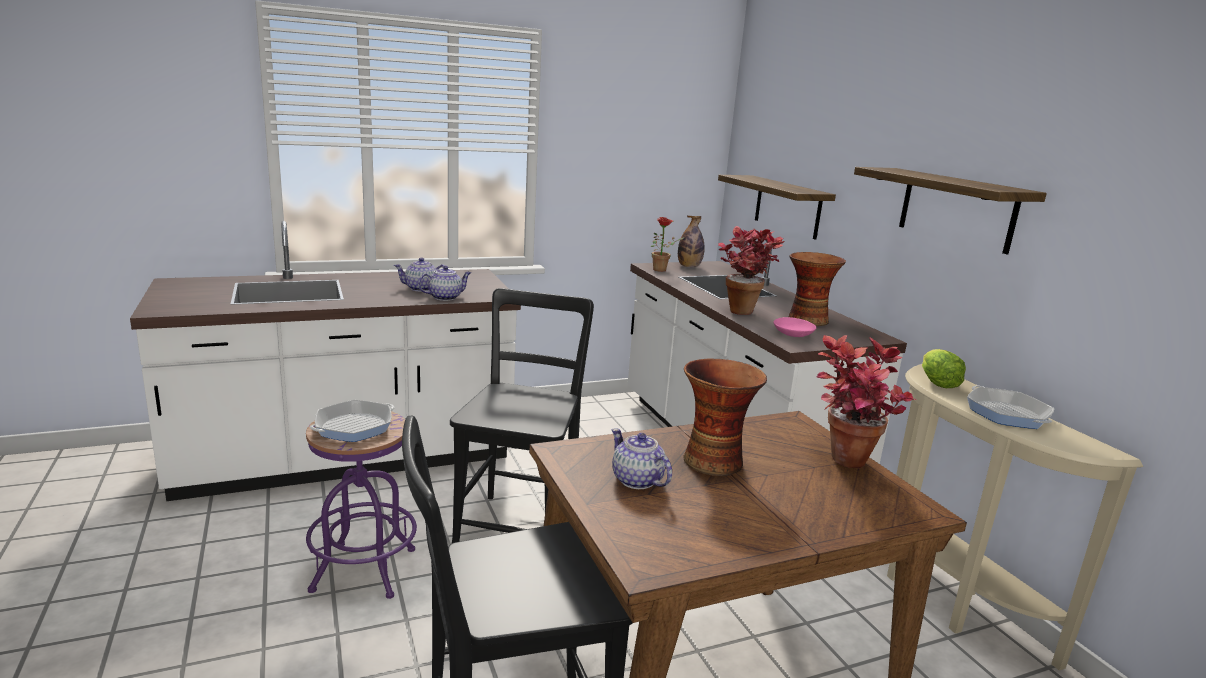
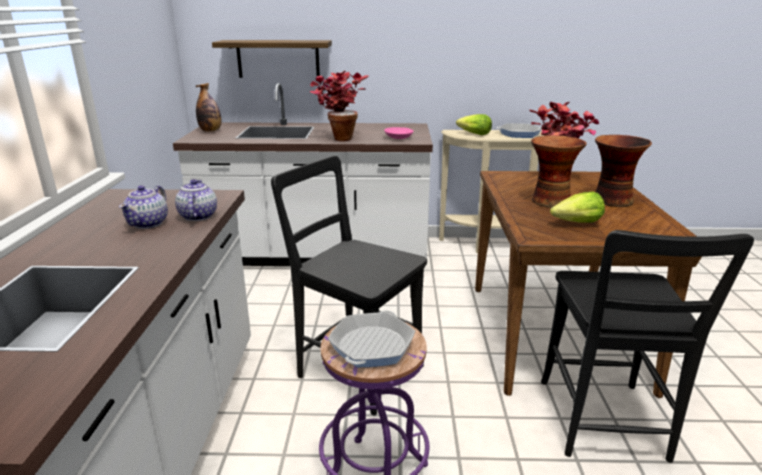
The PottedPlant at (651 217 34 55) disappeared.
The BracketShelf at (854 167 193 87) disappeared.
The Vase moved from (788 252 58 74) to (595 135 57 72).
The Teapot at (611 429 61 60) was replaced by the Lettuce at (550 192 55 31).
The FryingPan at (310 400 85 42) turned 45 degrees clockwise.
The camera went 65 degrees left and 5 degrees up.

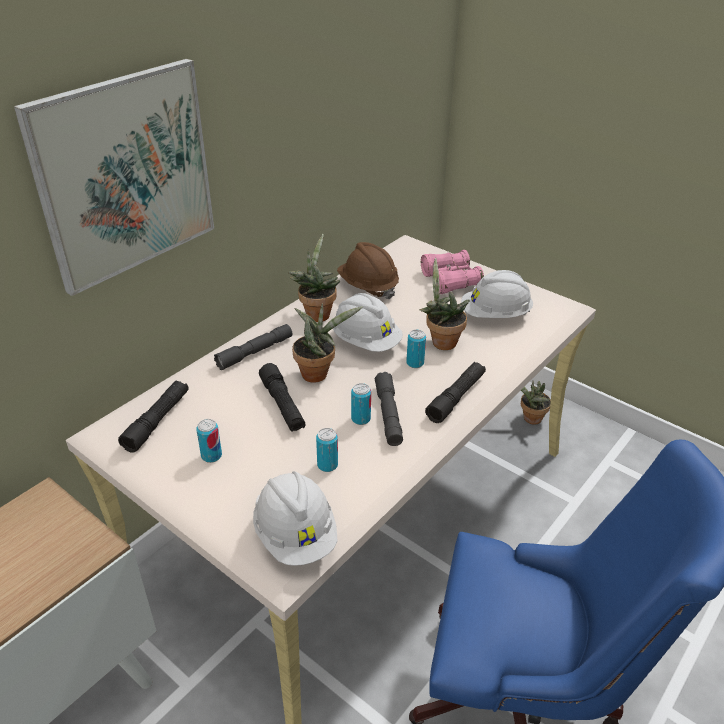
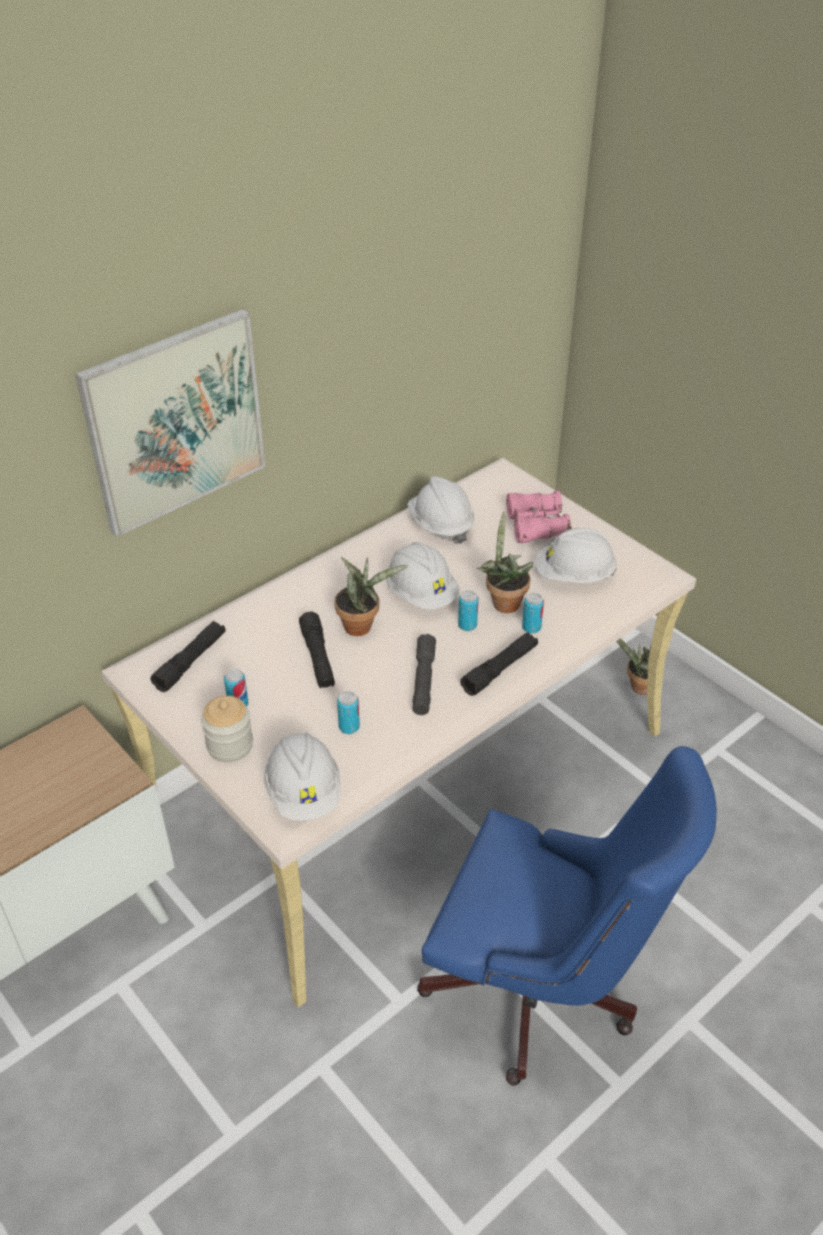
The GreyishTorch at (214 324 78 46) disappeared.
The PottedPlant at (288 234 52 88) disappeared.
The StorageJar at (201 695 52 67) appeared.
The SealedCan moved from (351 383 20 42) to (522 593 22 41).
The BrownColouredWorkHelmet at (337 242 62 57) became the WhiteColouredWorkHelmet at (407 476 67 68).
The camera went 10 degrees right and 5 degrees up.

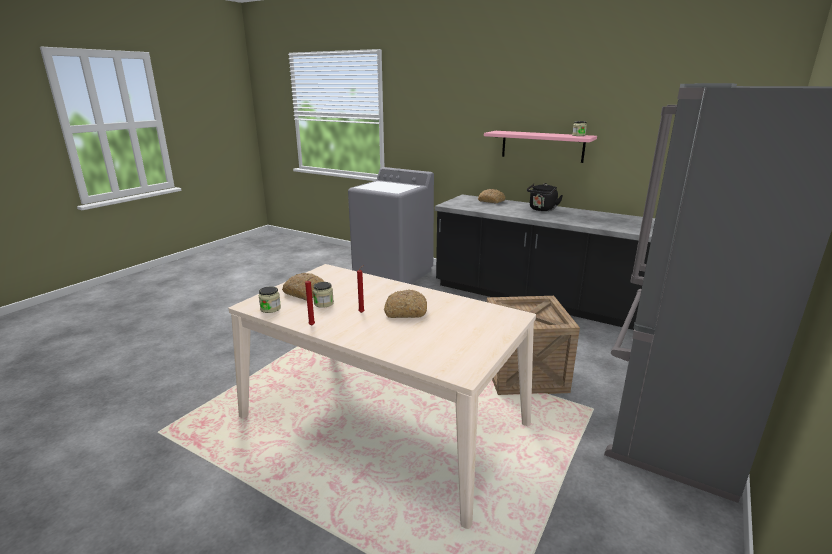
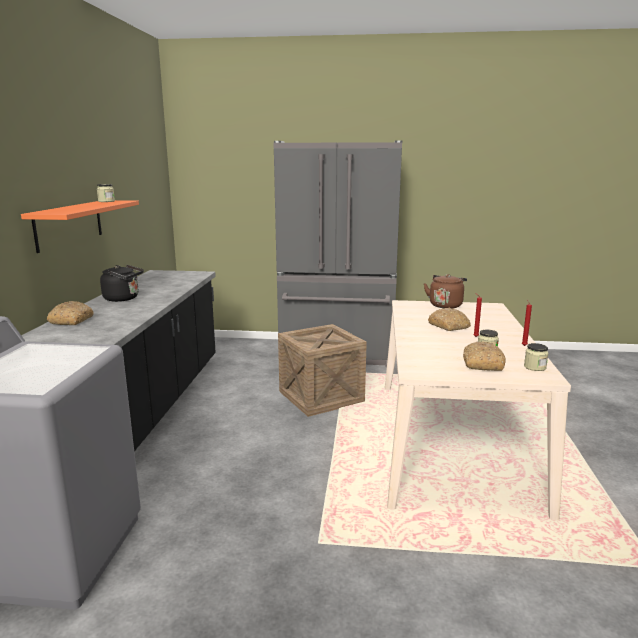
The BrownColouredKettle at (424 274 43 34) appeared.
The PinkColouredBracketShelf at (484 131 113 32) became the OrangeyBracketShelf at (21 200 118 53).
The camera went 115 degrees left and 5 degrees down.

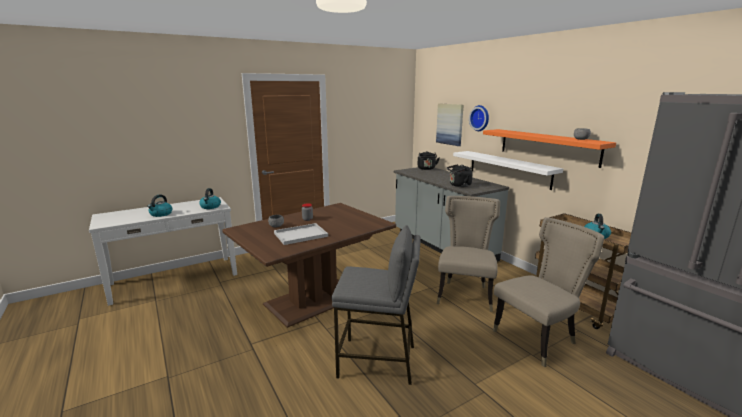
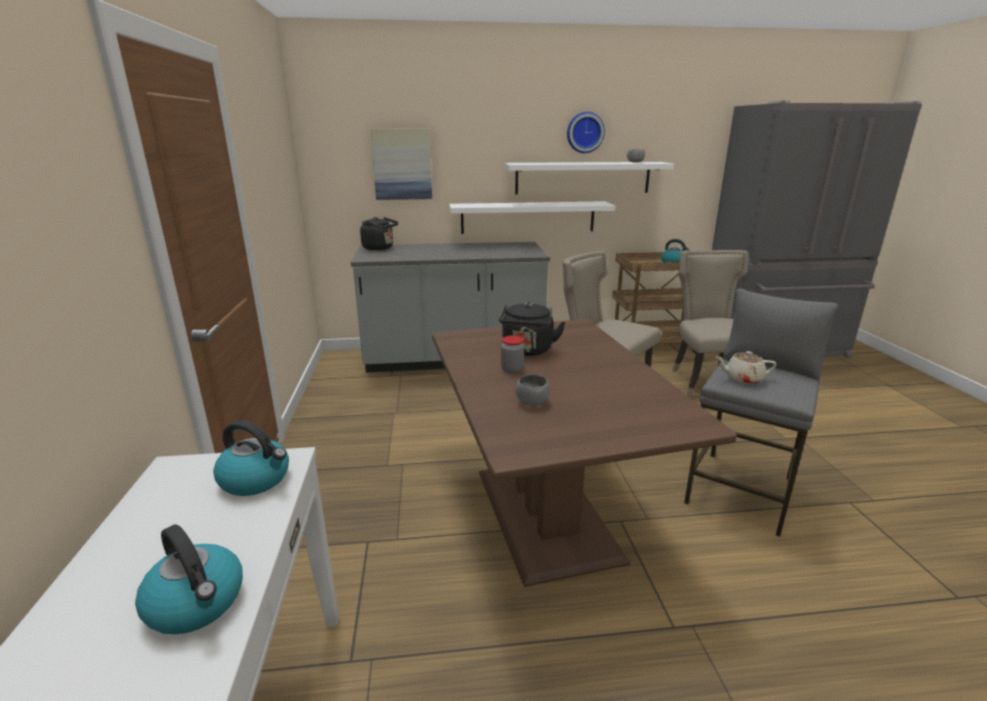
The WhiteColouredTray at (274 223 54 22) disappeared.
The BeigeTeapot at (716 351 60 33) appeared.
The BlackColouredKettle moved from (447 164 26 23) to (499 302 66 54).
The ClockOnTheWall moved from (469 105 20 26) to (567 112 38 41).
The OrangeyBracketShelf at (483 129 133 39) became the WhiteColouredBracketShelf at (504 162 170 32).
The camera went 65 degrees left and 5 degrees up.

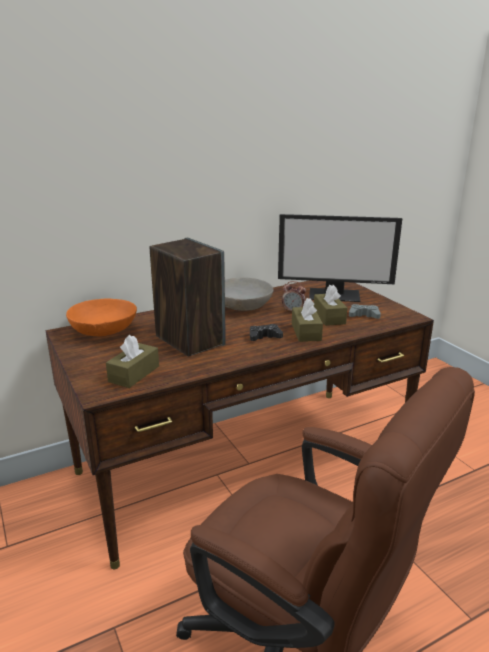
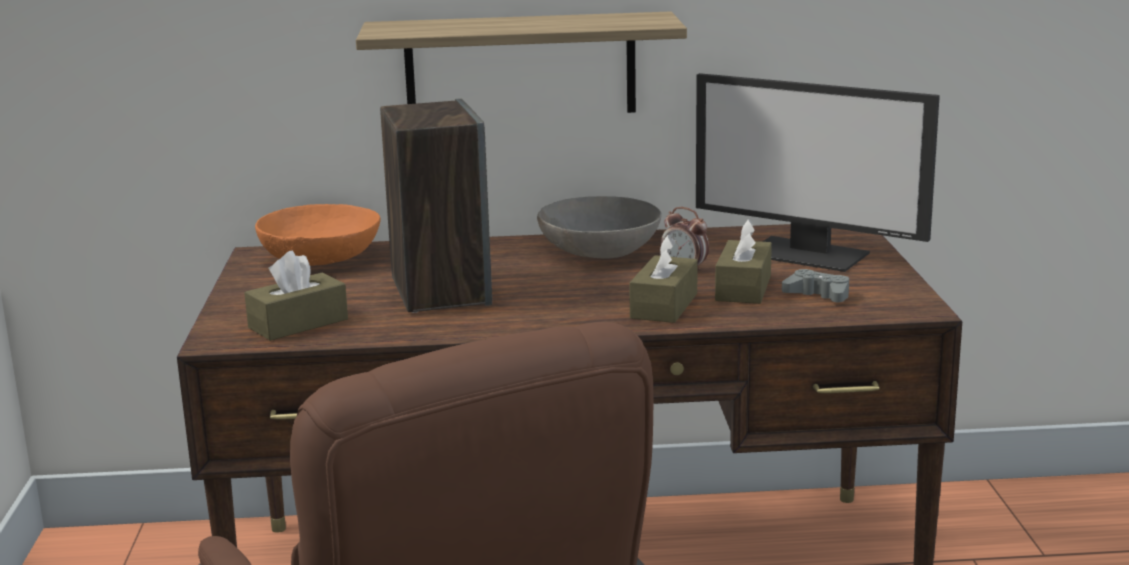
The BlackColouredJoypad at (250 324 33 17) disappeared.
The BracketShelf at (356 11 331 102) appeared.
The camera went 25 degrees right and 5 degrees down.

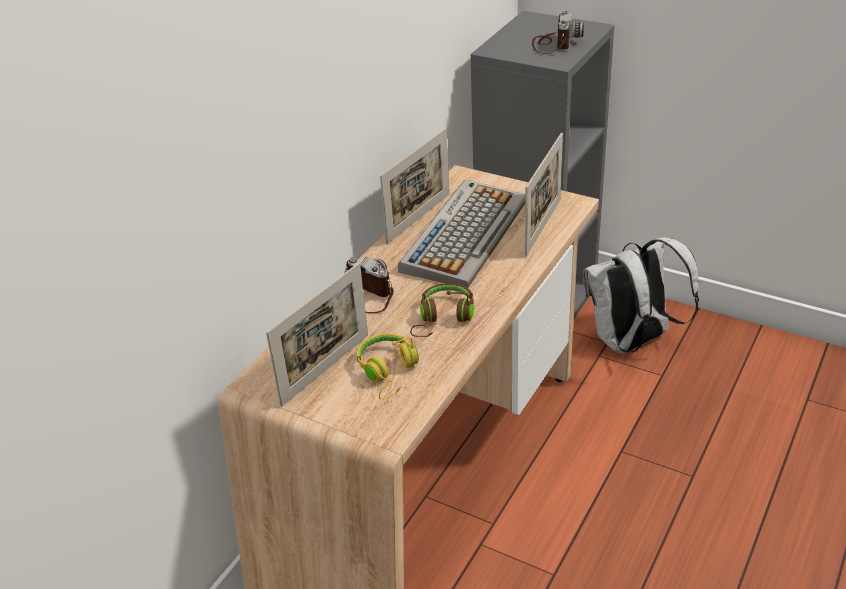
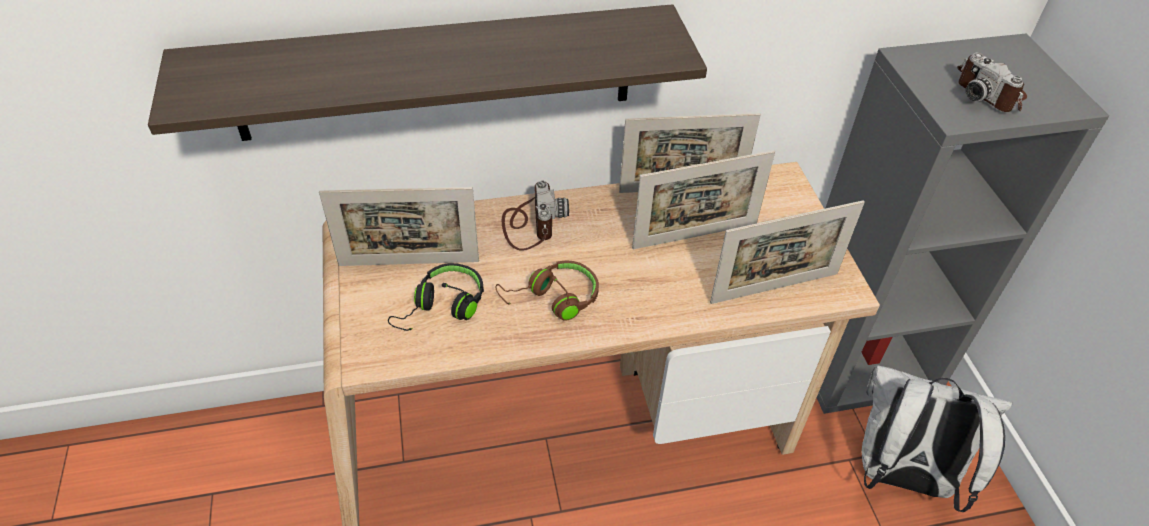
The BracketShelf at (148 4 559 137) appeared.
The ComputerKeyboard at (398 179 127 109) was replaced by the StandingFrame at (632 151 143 98).
The YellowishPairOfHeadphones at (357 333 62 66) became the BlackColouredPairOfHeadphones at (388 263 96 68).
The StillCamera at (532 11 52 43) turned 90 degrees clockwise.
The camera went 45 degrees right and 10 degrees up.

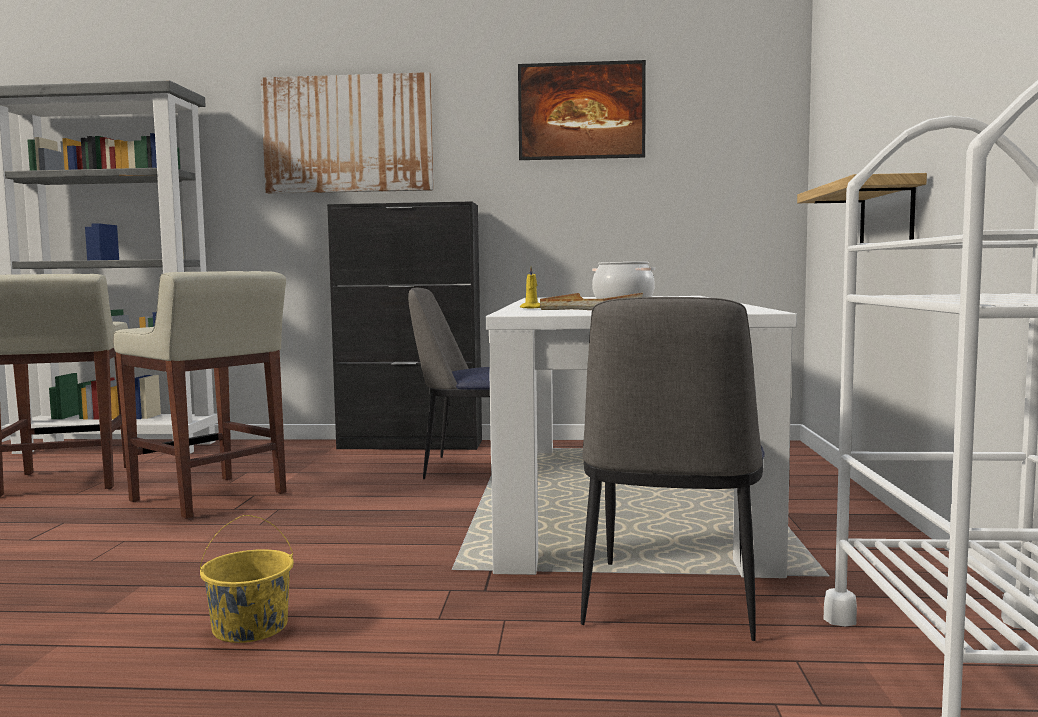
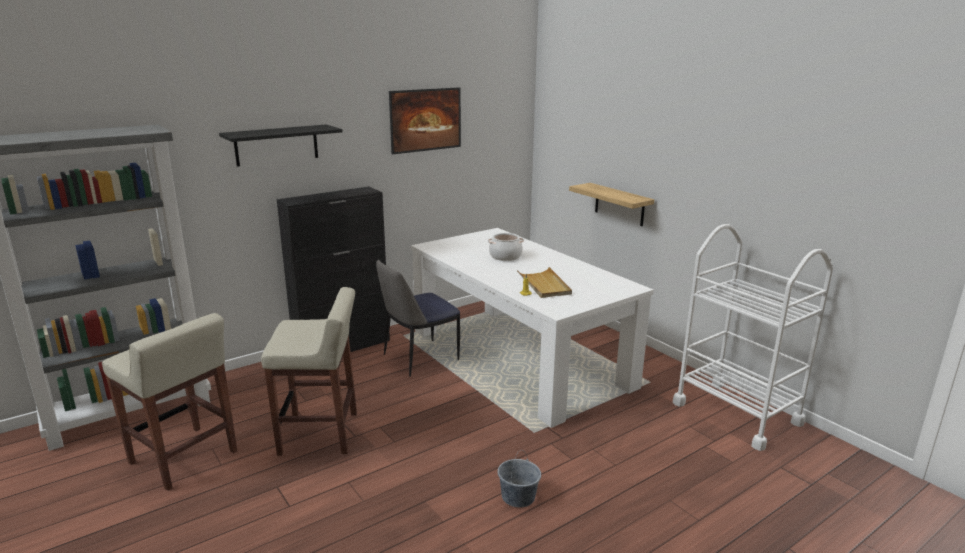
The UprightChair at (581 297 184 344) disappeared.
The WallArt at (260 72 173 122) was replaced by the BlackColouredBracketShelf at (219 124 124 43).
The YellowishWaterBucket at (200 515 94 128) became the GreyishWaterBucket at (497 450 44 58).
The camera went 40 degrees left and 15 degrees up.

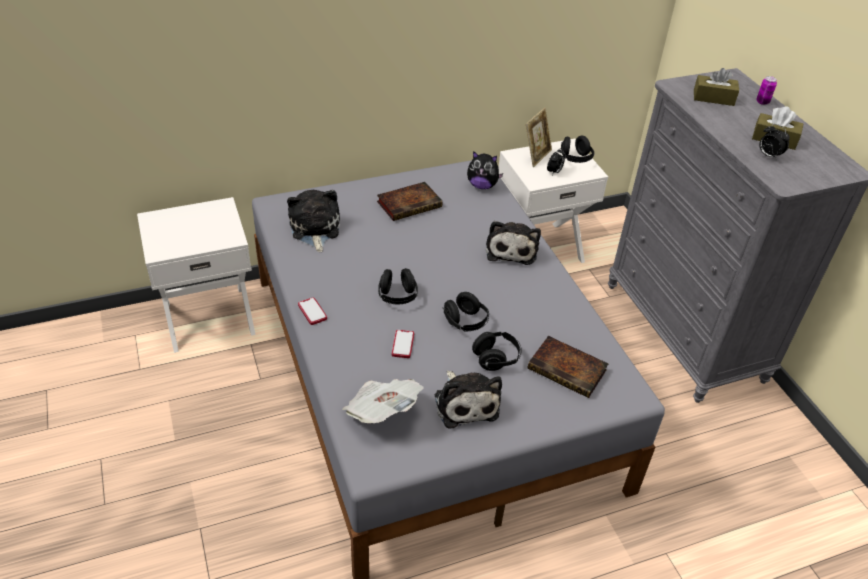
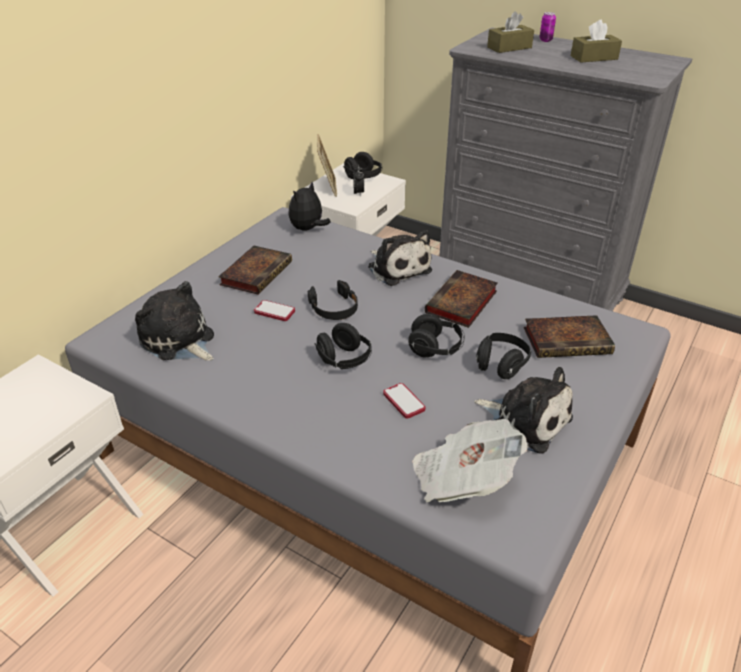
The TableClock at (759 124 31 37) disappeared.
The BlackColouredPairOfHeadphones at (308 280 50 40) appeared.
The Book at (425 270 73 58) appeared.
The Phone moved from (298 297 29 28) to (254 300 41 21).
The CuddlyToy at (467 151 36 38) turned 150 degrees clockwise.
The camera went 35 degrees left and 5 degrees down.

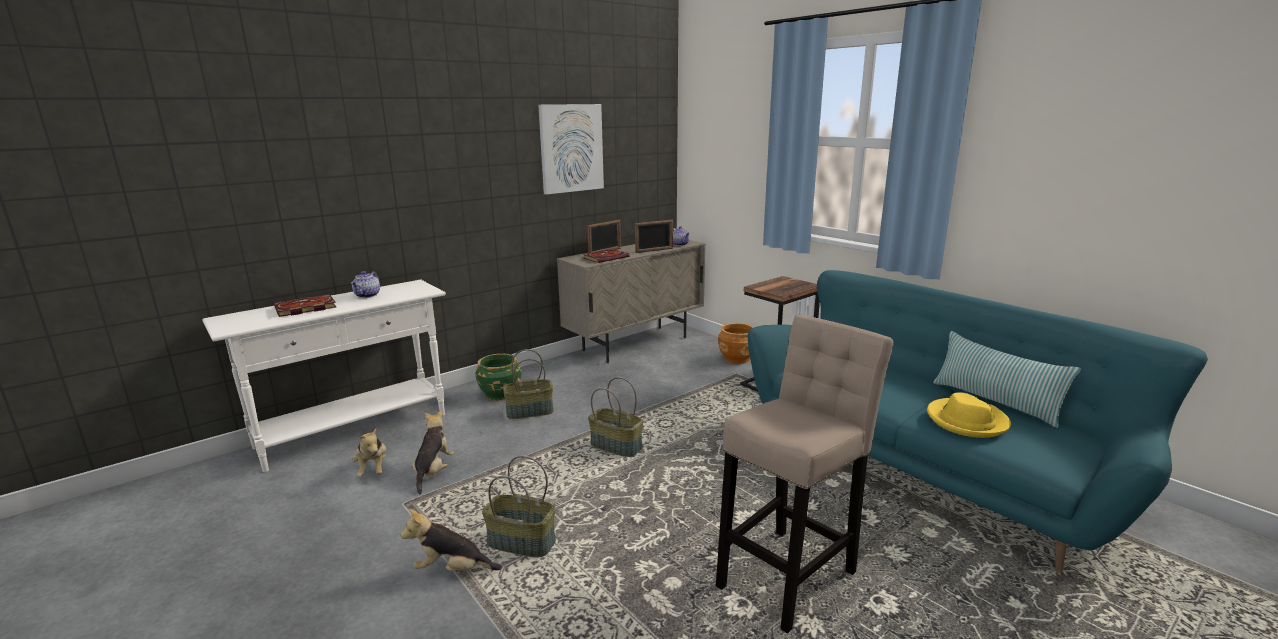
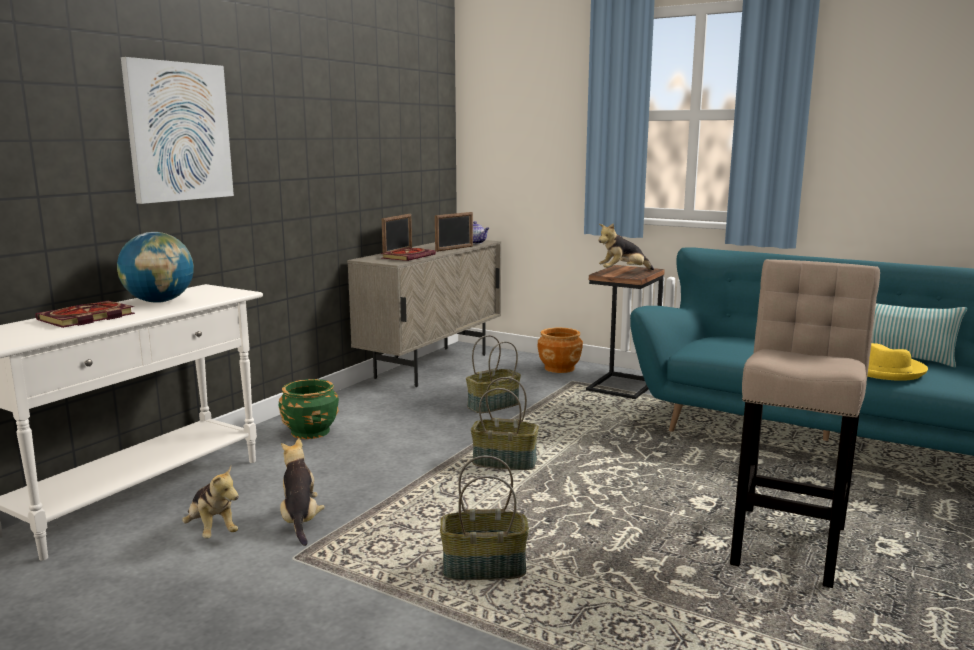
The CuddlyToy moved from (401 509 101 62) to (599 223 55 47).
The HouseholdBasket moved from (503 349 51 70) to (466 335 55 78).
The WallArt moved from (538 104 66 91) to (121 57 113 147).
The Teapot at (351 271 29 27) was replaced by the WorldGlobe at (117 232 77 71).
The camera went 20 degrees left and 5 degrees down.

